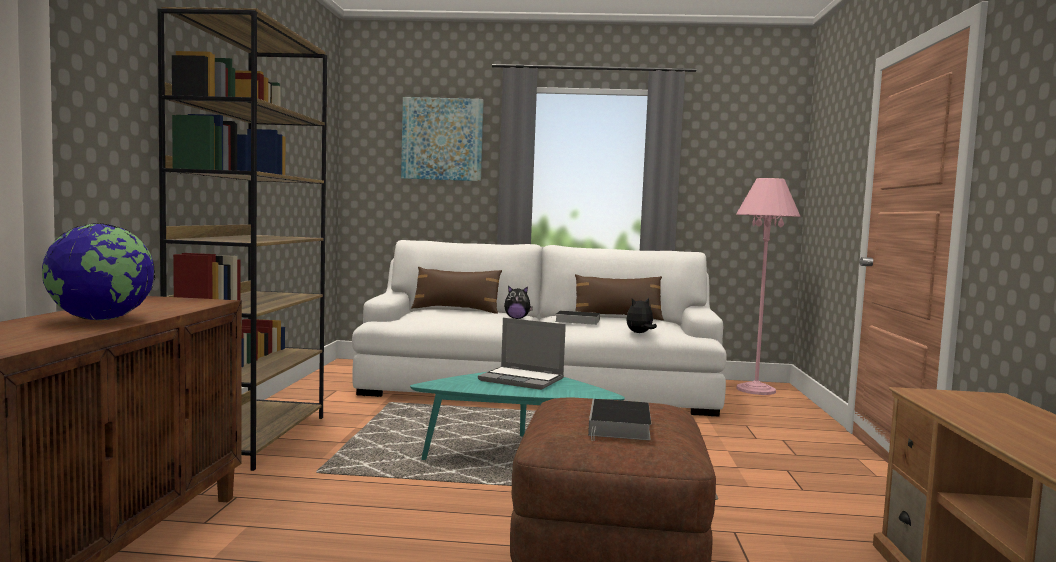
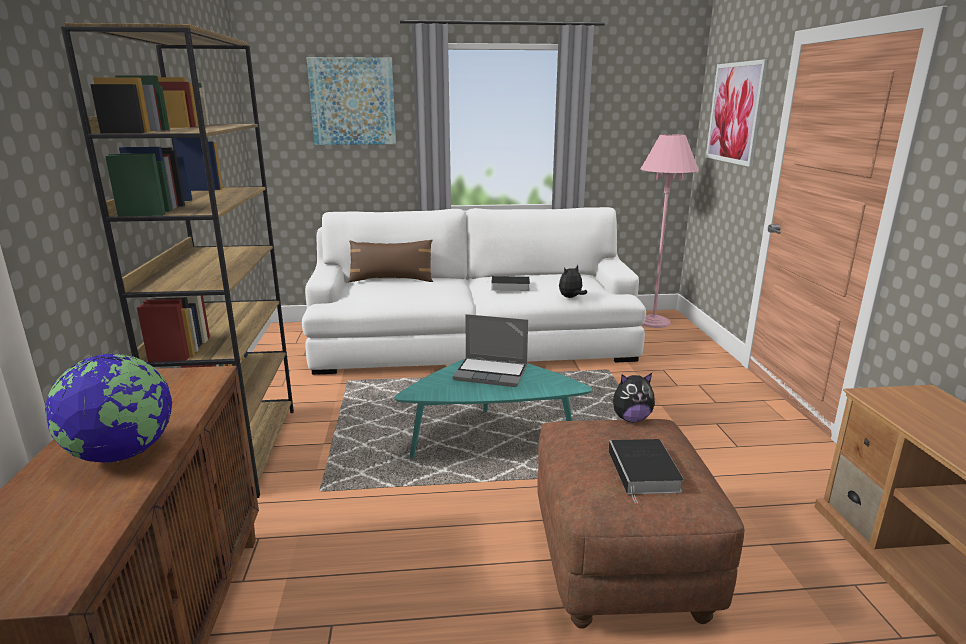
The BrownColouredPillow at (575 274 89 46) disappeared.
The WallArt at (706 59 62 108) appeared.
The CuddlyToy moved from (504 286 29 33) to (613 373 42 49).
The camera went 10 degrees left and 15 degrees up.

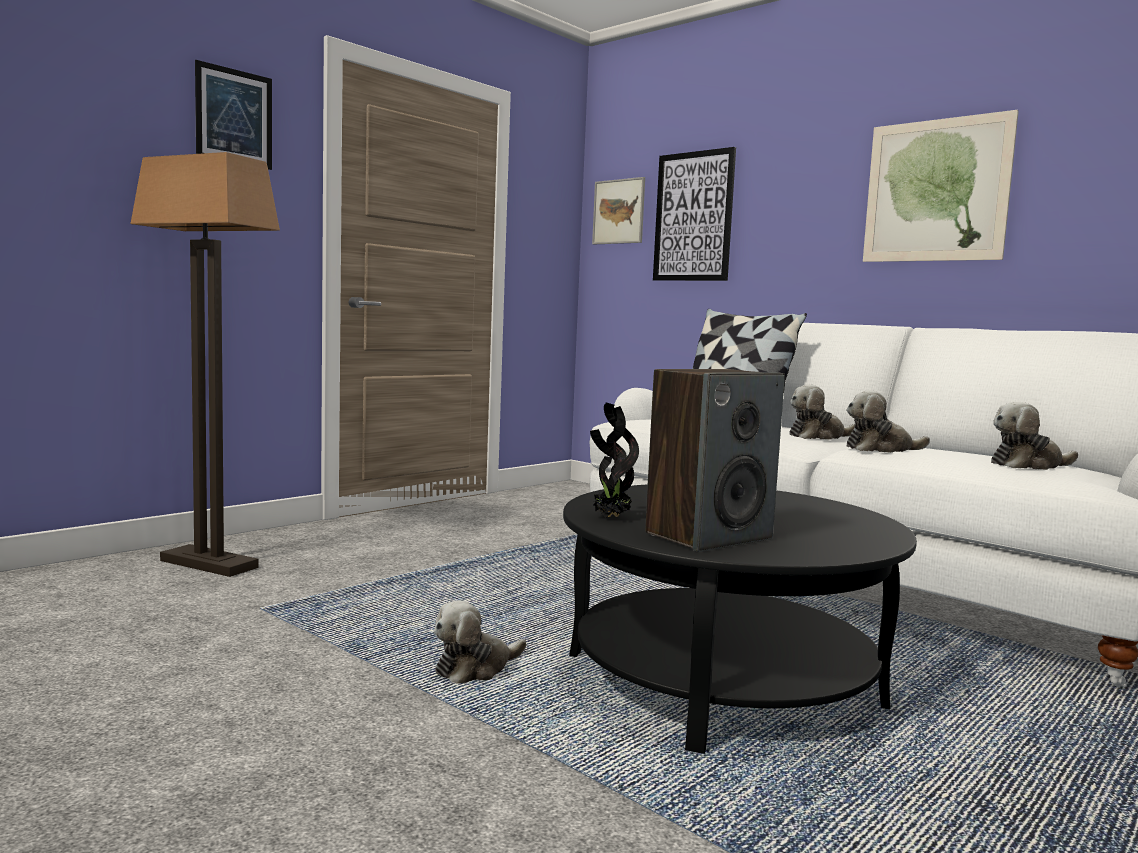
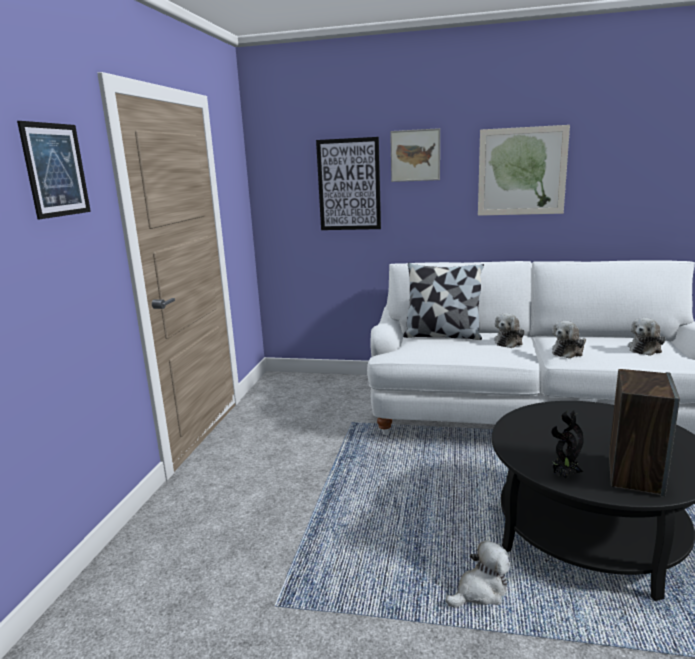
The StandardLamp at (130 152 150 425) disappeared.
The WallArt moved from (592 177 53 67) to (390 128 50 54).
The CuddlyToy at (434 600 92 83) turned 135 degrees counterclockwise.
The camera went 30 degrees left and 10 degrees up.

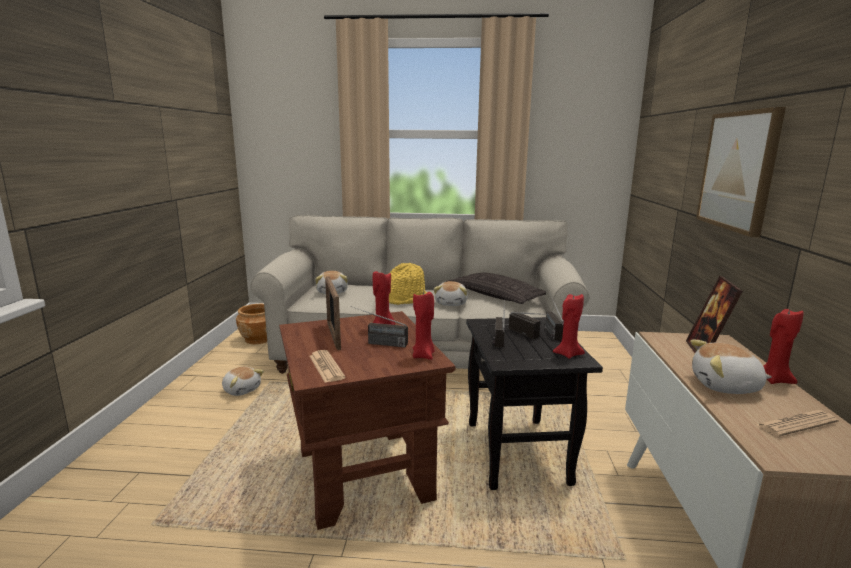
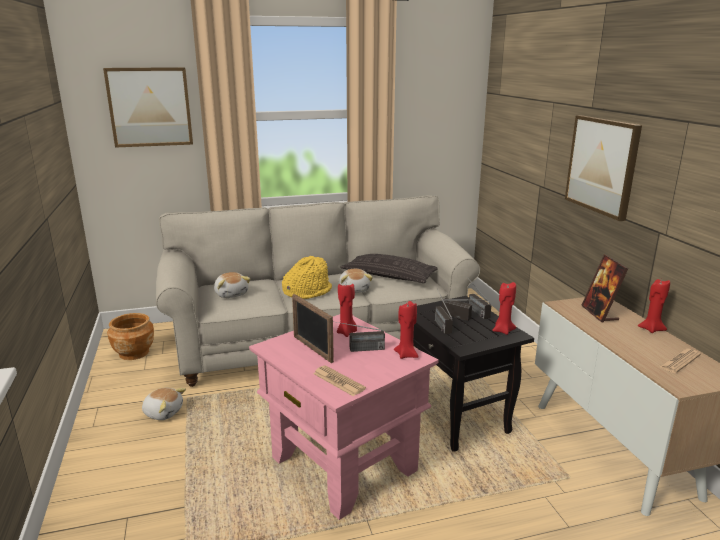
The CuddlyToy at (690 340 82 54) disappeared.
The WallArt at (103 67 90 81) appeared.
The BrownColouredEndTable at (279 311 177 219) became the PinkColouredEndTable at (249 314 190 206).
The camera went 20 degrees left and 5 degrees up.

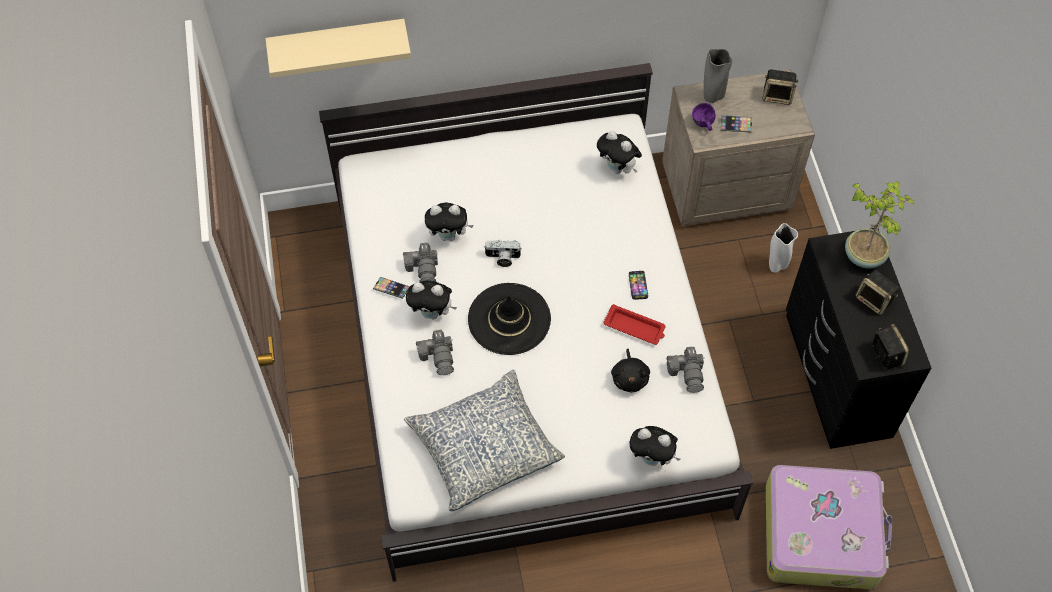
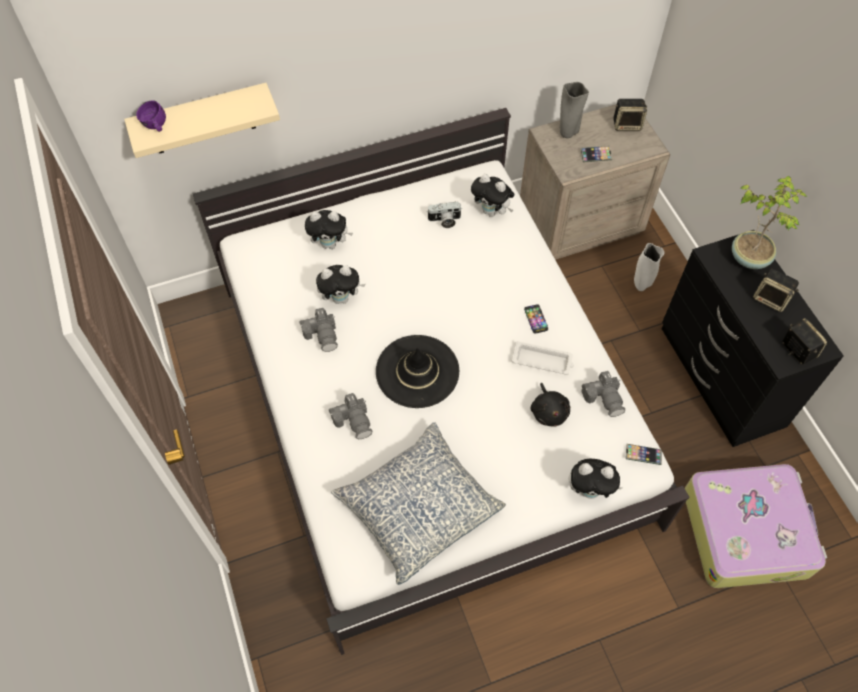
The Phone moved from (373 277 37 22) to (626 444 35 21).
The CuddlyToy moved from (406 280 51 40) to (305 210 48 39).
The StillCamera moved from (484 240 38 27) to (427 202 35 26).
The PurpleColouredCoffeeMug moved from (692 103 24 28) to (136 100 30 32).
The ReddishTray at (603 304 63 41) became the WhiteColouredTray at (511 341 63 34).
The camera went 10 degrees left and 0 degrees up.

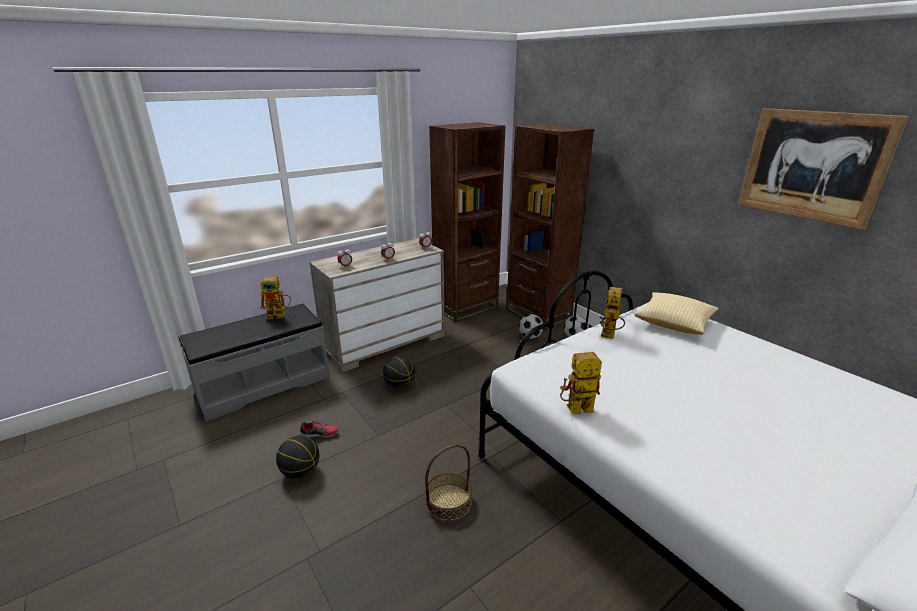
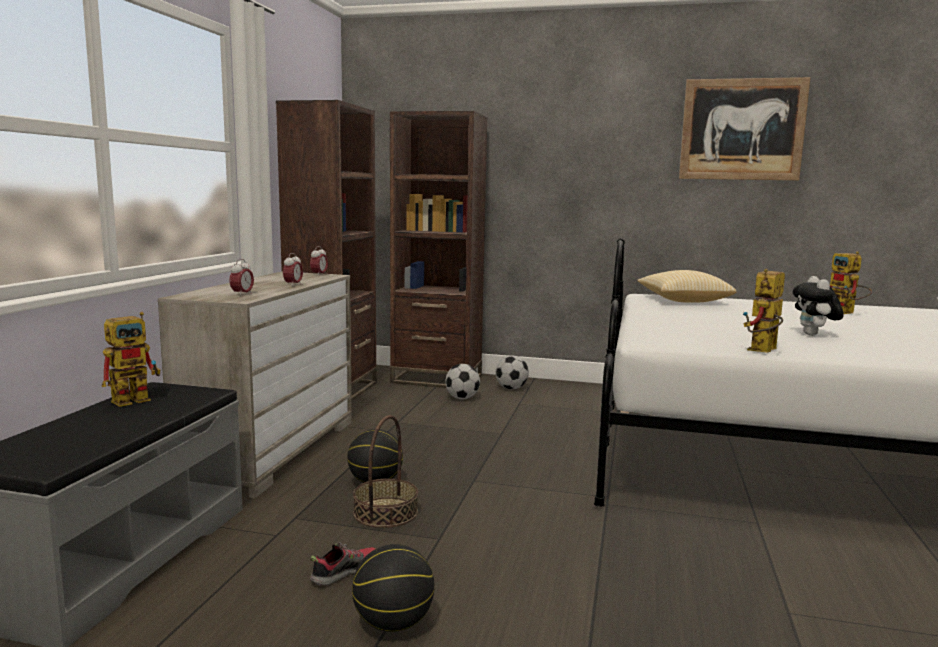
The CuddlyToy at (793 276 51 60) appeared.
The HouseholdBasket moved from (425 444 47 77) to (353 415 65 113).
The ModelRobot moved from (600 287 25 52) to (830 251 42 63).
The camera went 40 degrees left and 15 degrees down.

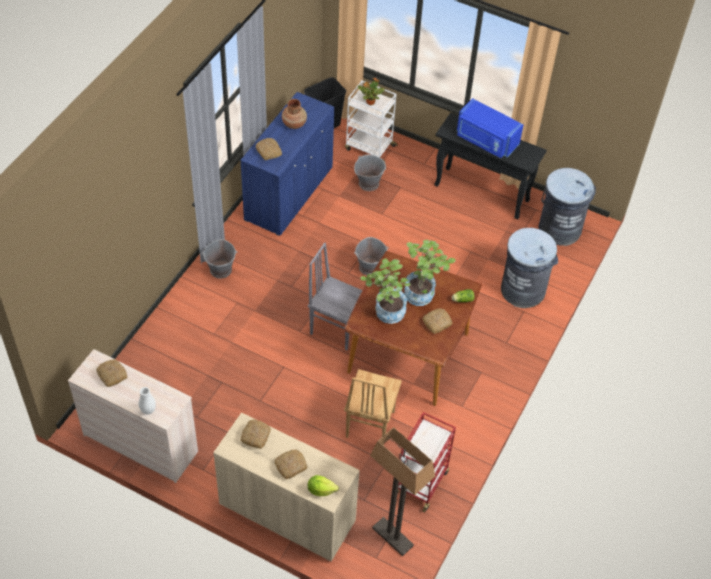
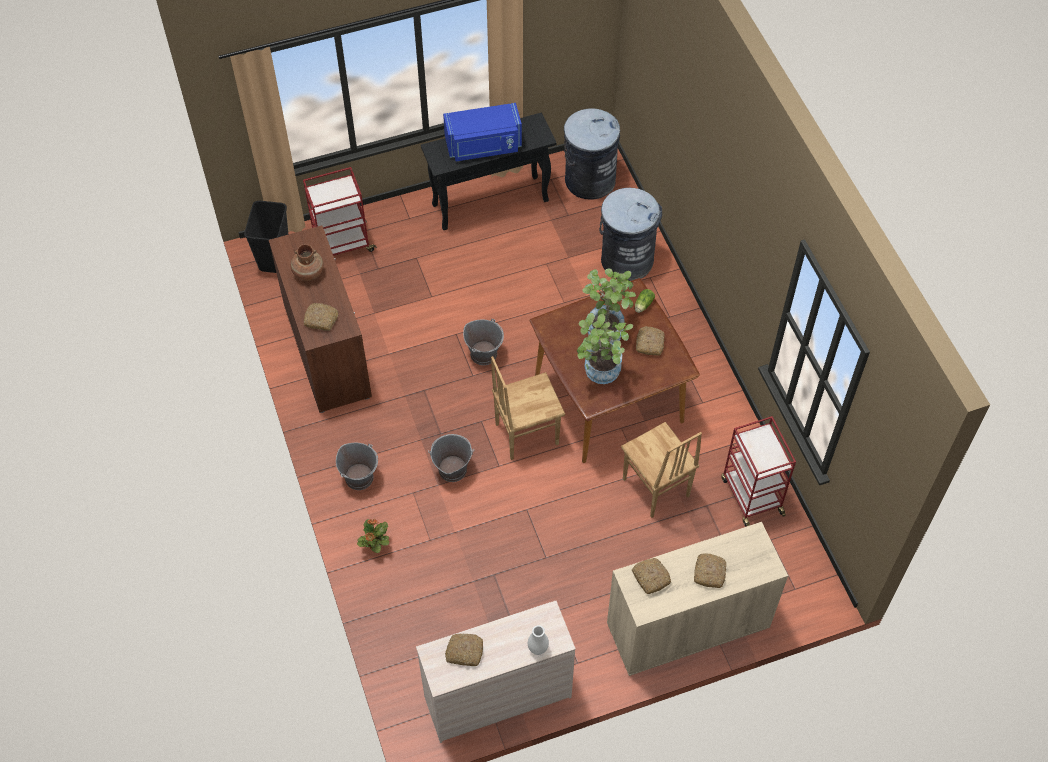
The Lettuce at (308 475 31 21) disappeared.
The StandardLamp at (370 427 65 129) disappeared.
The GreyishWaterBucket moved from (354 154 32 37) to (428 434 46 48).
The PottedPlant moved from (358 78 27 27) to (357 519 32 34).
The BlueColouredCupboard at (240 92 94 144) became the BrownColouredCupboard at (269 225 103 188).
The GreyishUprightChair at (308 242 54 108) became the BrownColouredUprightChair at (491 356 74 104).
The WhiteColouredWheeledCart at (345 80 53 82) became the ReddishWheeledCart at (303 167 74 89).
The camera went 45 degrees left and 5 degrees up.

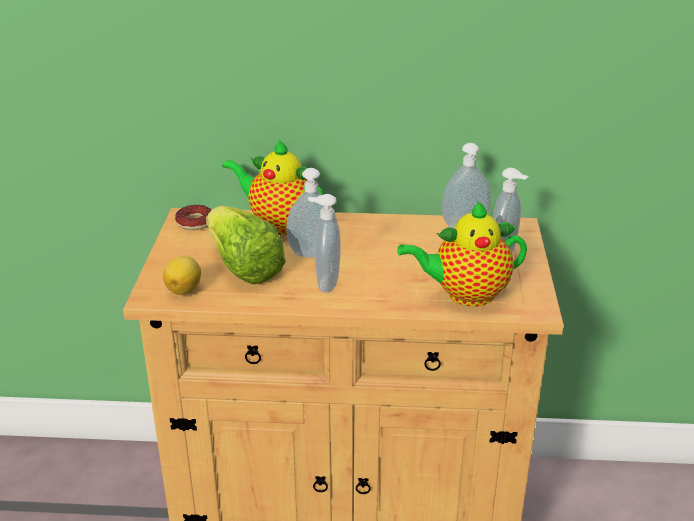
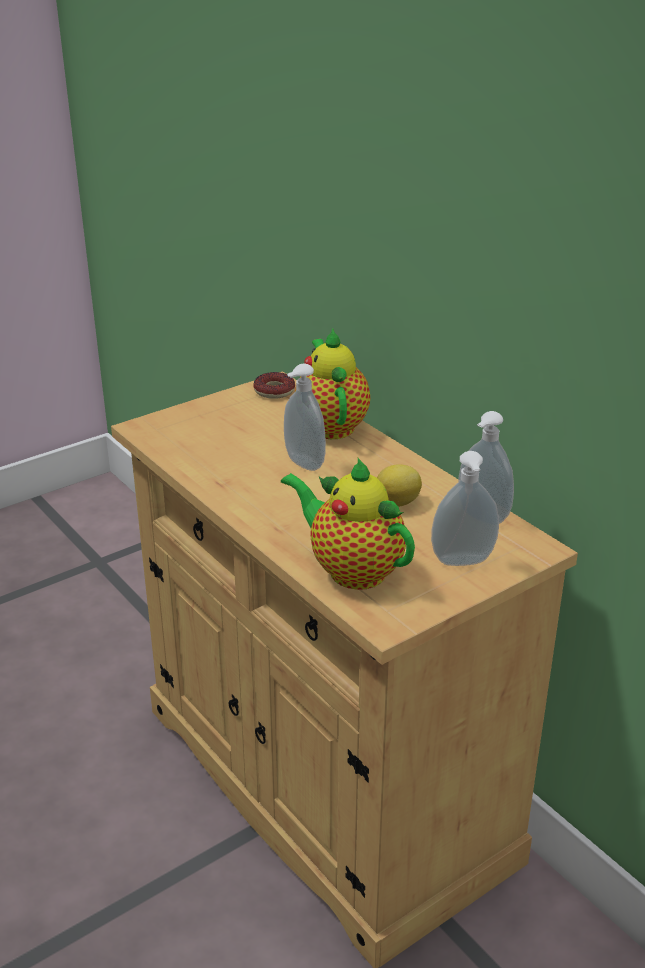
The Lettuce at (206 206 80 79) disappeared.
The LiquidSoapBottle at (308 194 33 99) disappeared.
The Lemon moved from (163 256 38 39) to (377 464 45 43).
The camera went 50 degrees right and 0 degrees up.

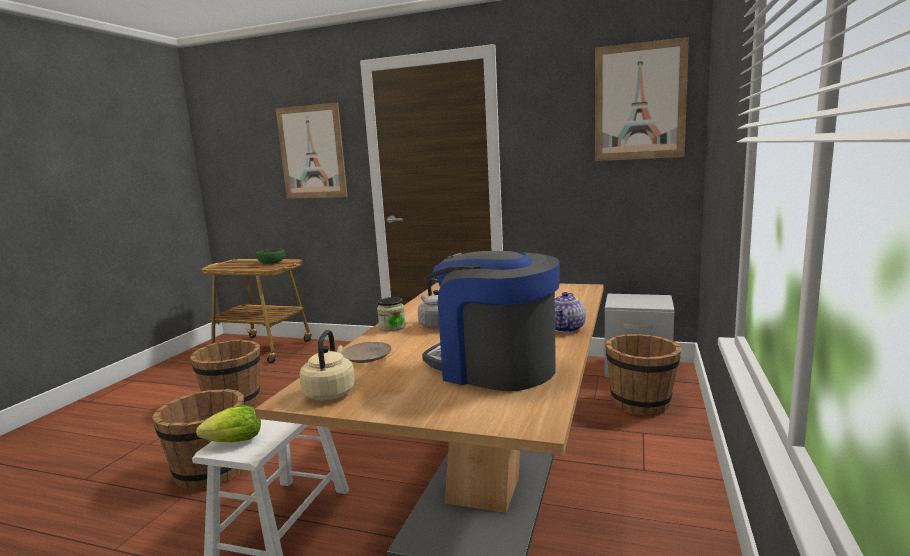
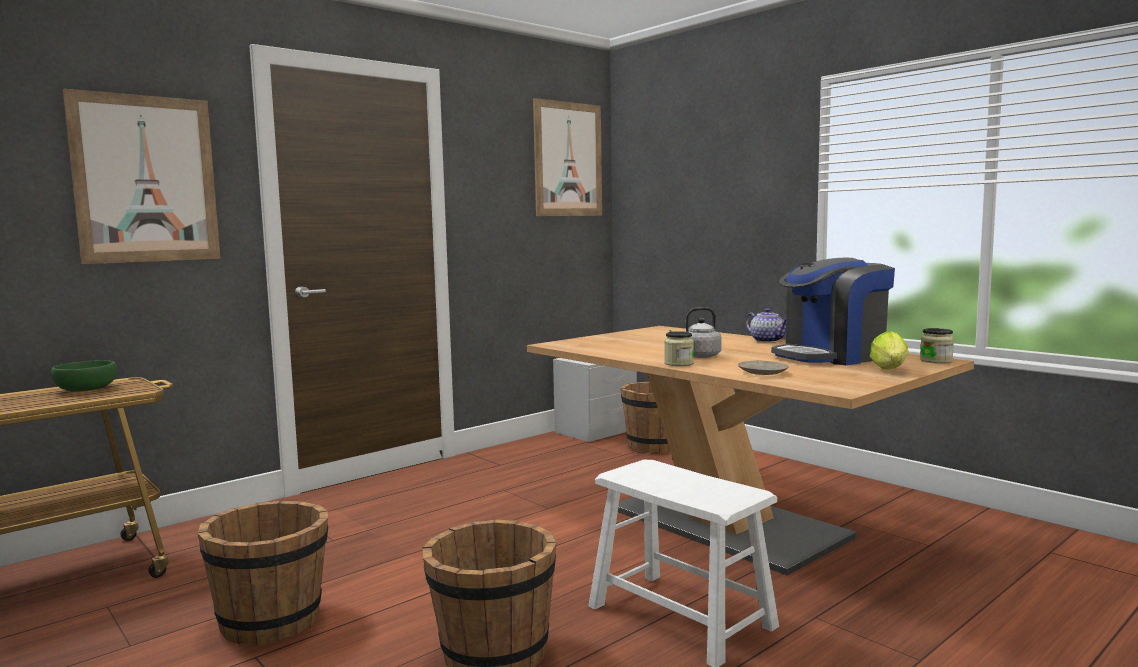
The BeigeKettle at (299 330 56 70) disappeared.
The StorageJar at (920 328 34 36) appeared.
The Lettuce moved from (196 405 65 37) to (870 331 39 39).
The camera went 60 degrees left and 5 degrees down.

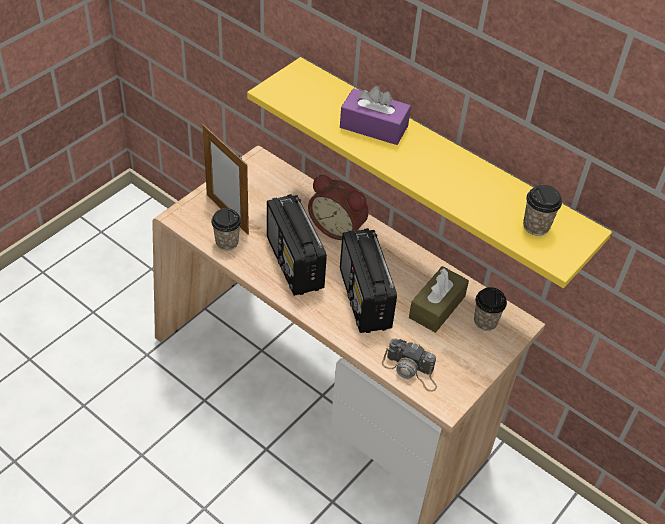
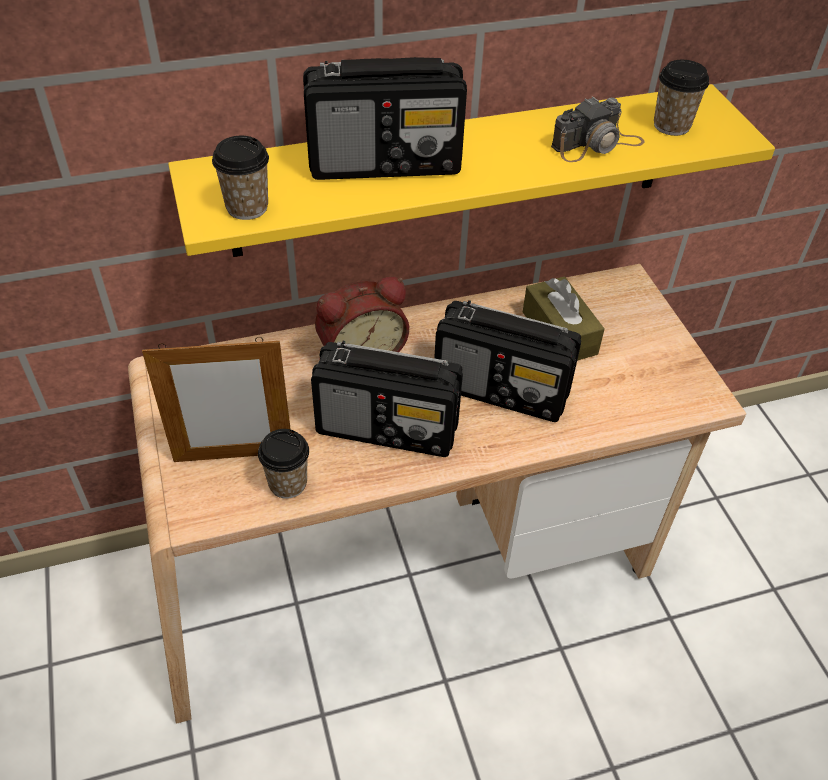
The StillCamera moved from (382 339 55 53) to (551 96 93 66).
The Cup moved from (474 287 33 44) to (212 136 57 84).
The PurpleColouredTissueBox at (340 86 71 59) was replaced by the RadioSet at (303 57 164 123).
The camera went 55 degrees left and 0 degrees up.

